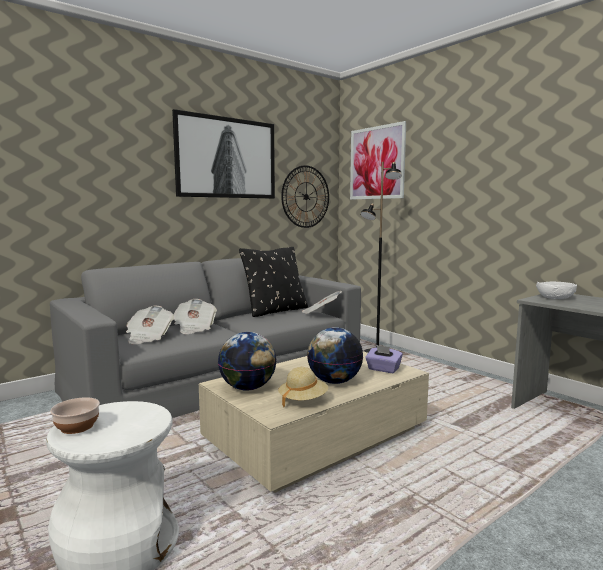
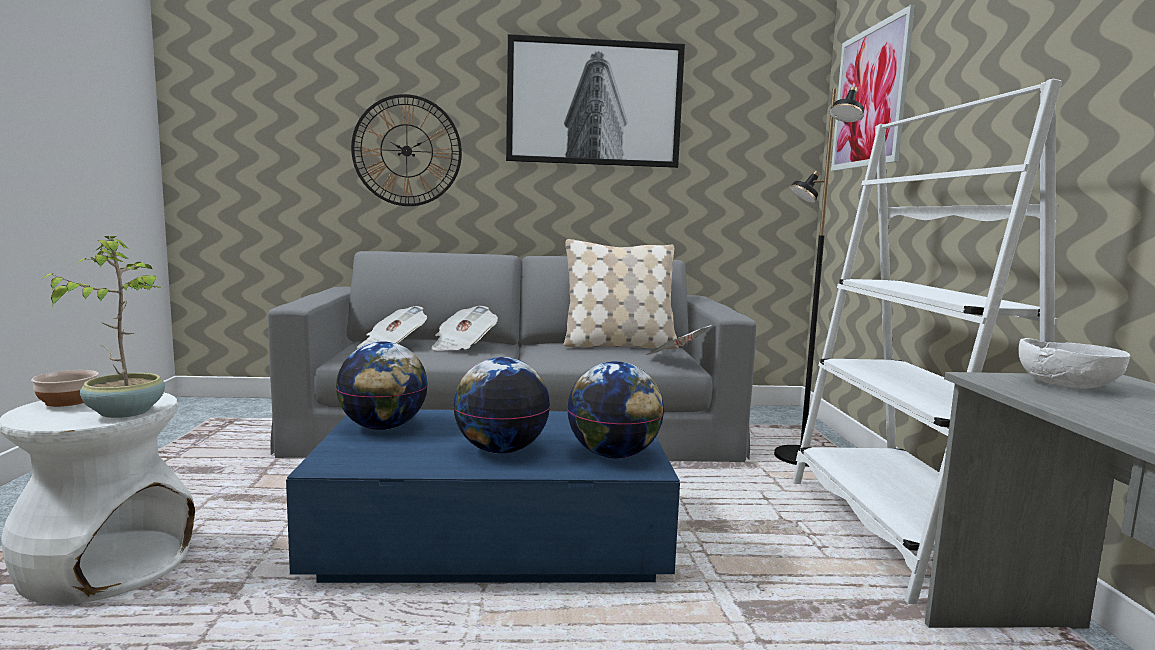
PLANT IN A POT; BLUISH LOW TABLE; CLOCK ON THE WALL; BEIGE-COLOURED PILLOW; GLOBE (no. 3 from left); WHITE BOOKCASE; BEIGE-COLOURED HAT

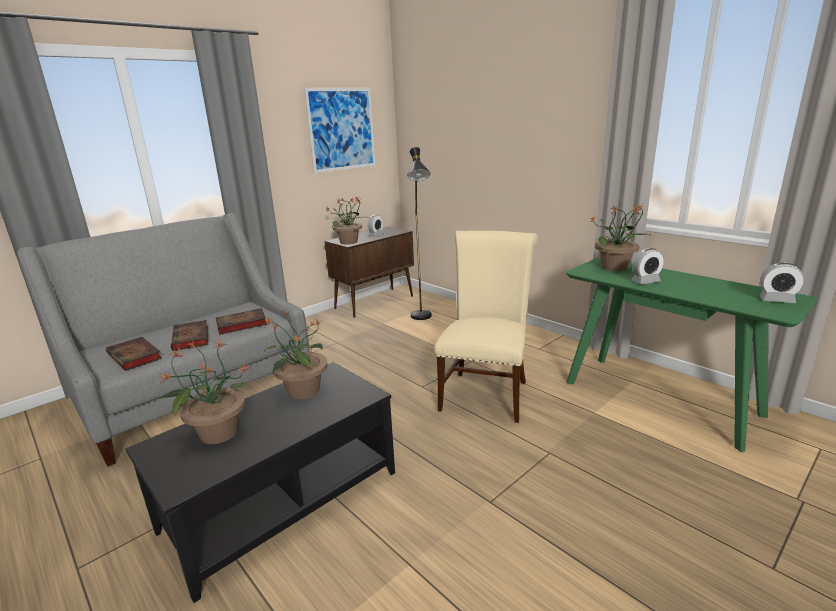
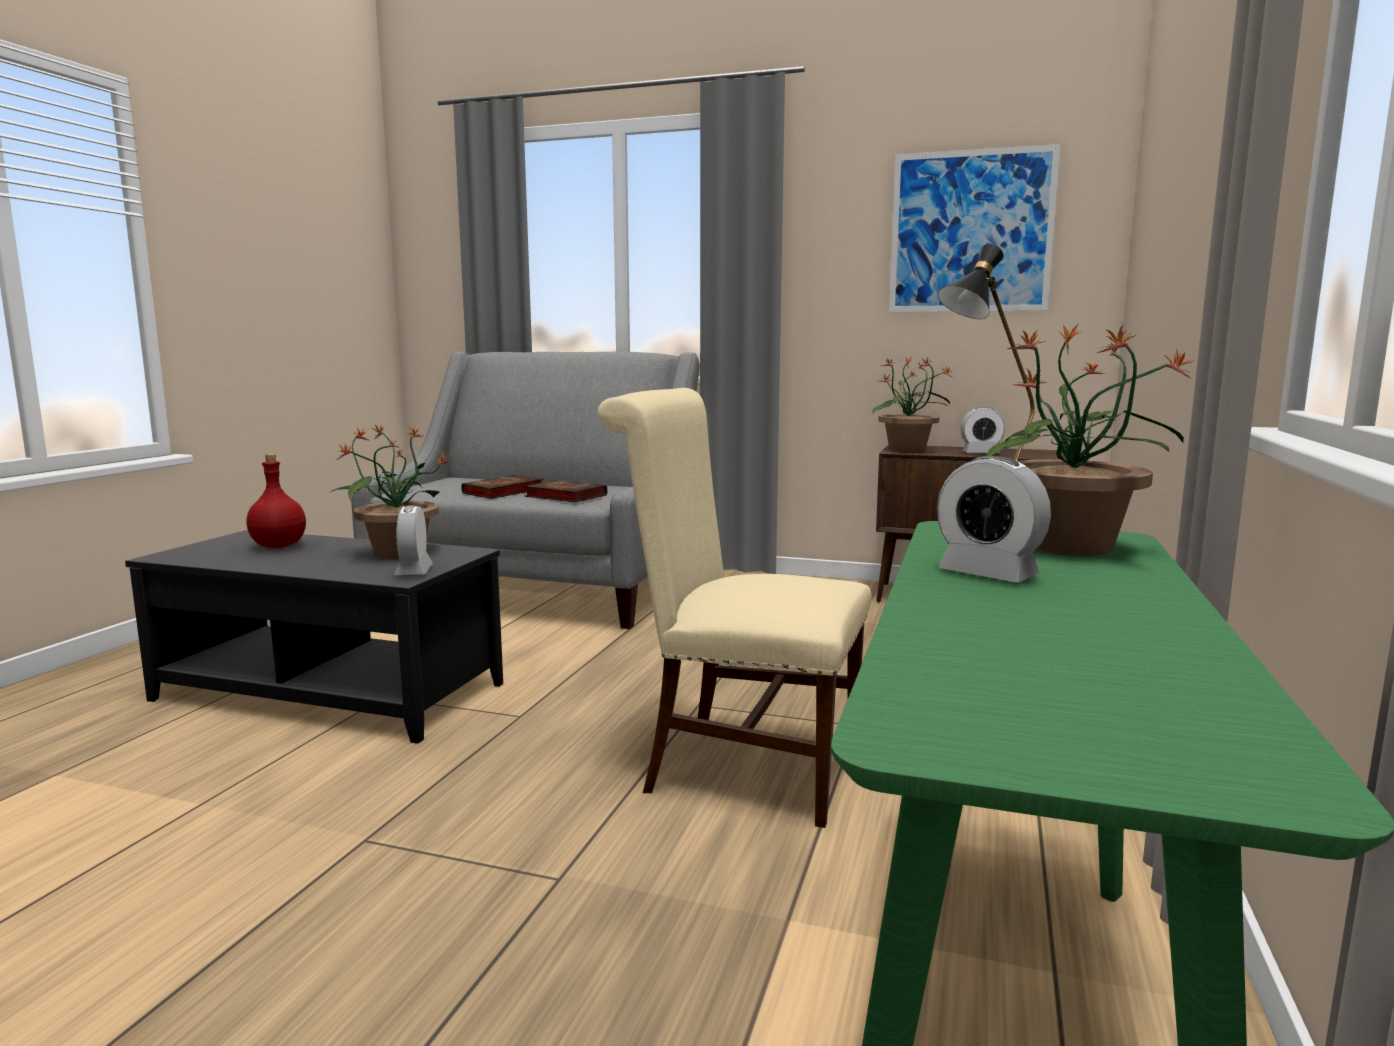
REDDISH BEVERAGE BOTTLE; BEDSIDE CLOCK (no. 1 from left); BEIGE-COLOURED UPRIGHT CHAIR; BOUND BOOK (no. 1 from left in the first image)

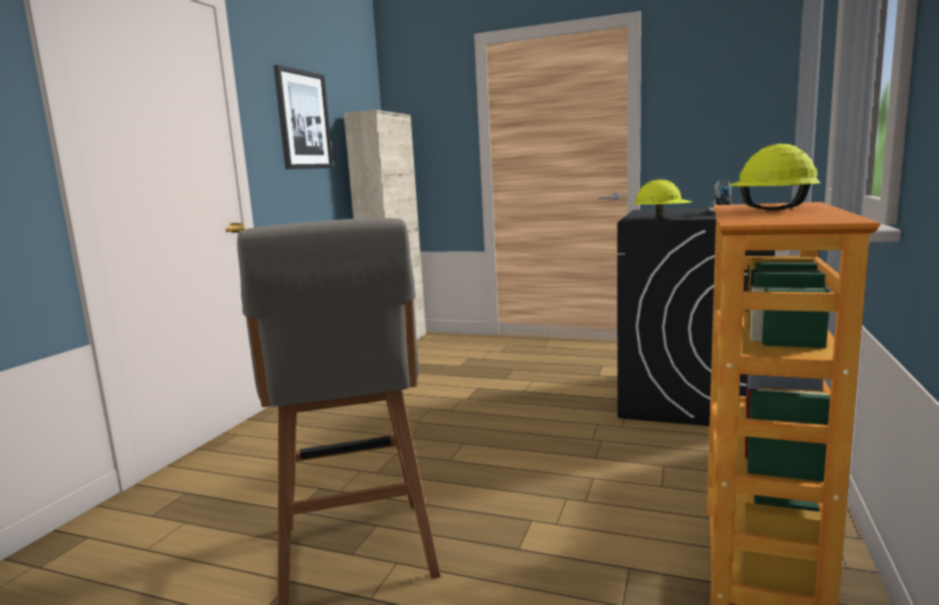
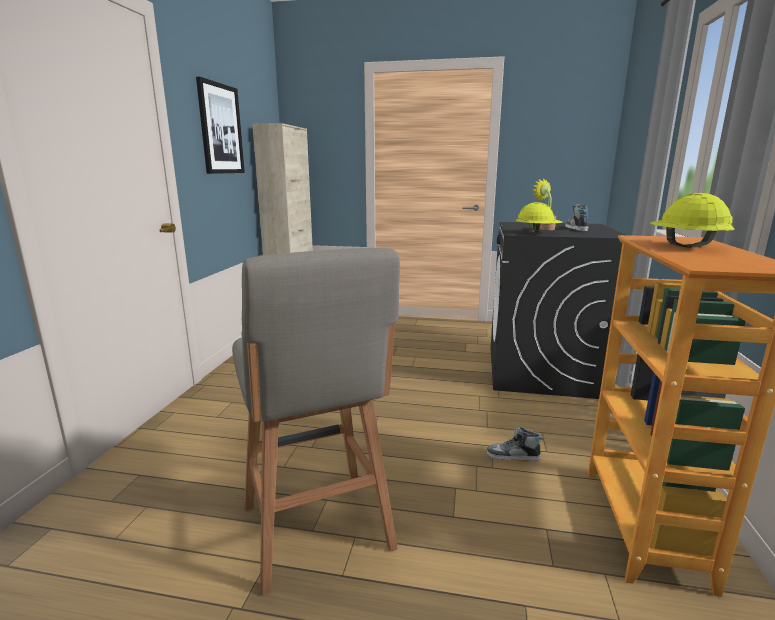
ITEM OF FOOTWEAR (no. 1 from left); PLANT IN A POT

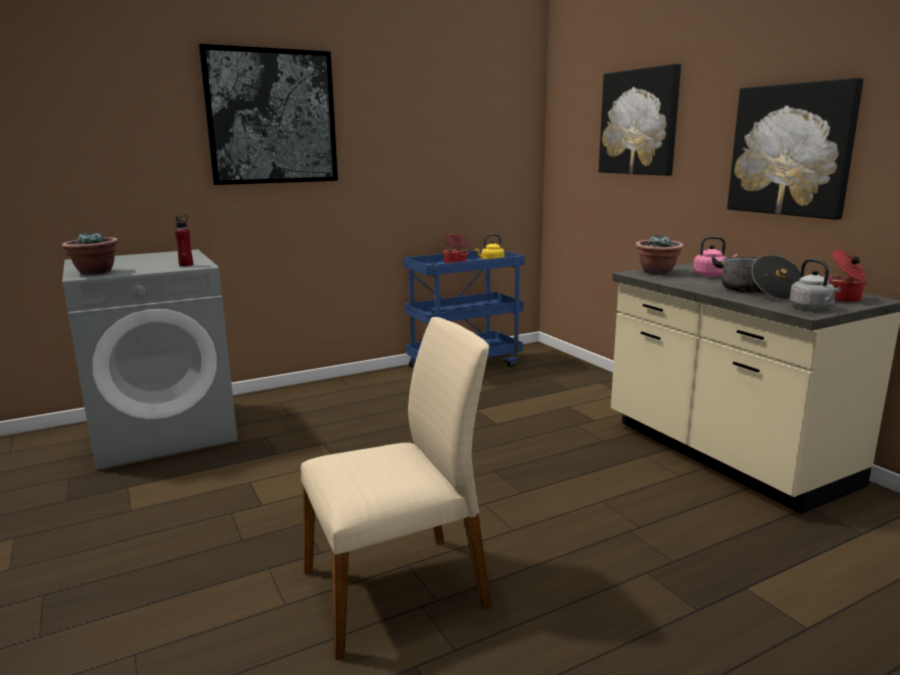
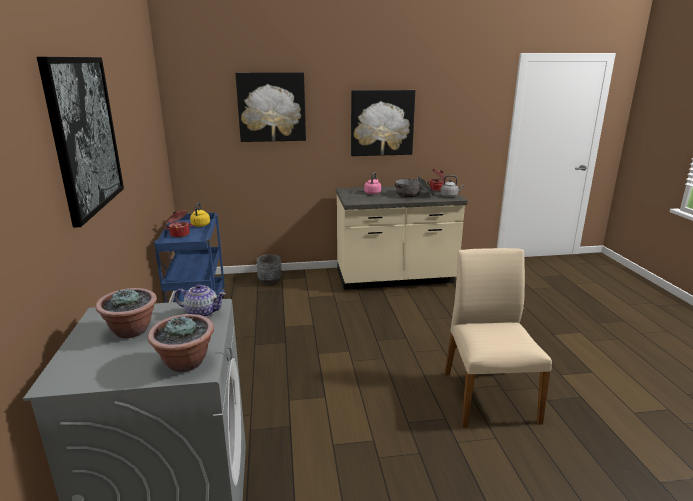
PLANT IN A POT (no. 1 from left); TEA POT; GRAY FLOWER POT

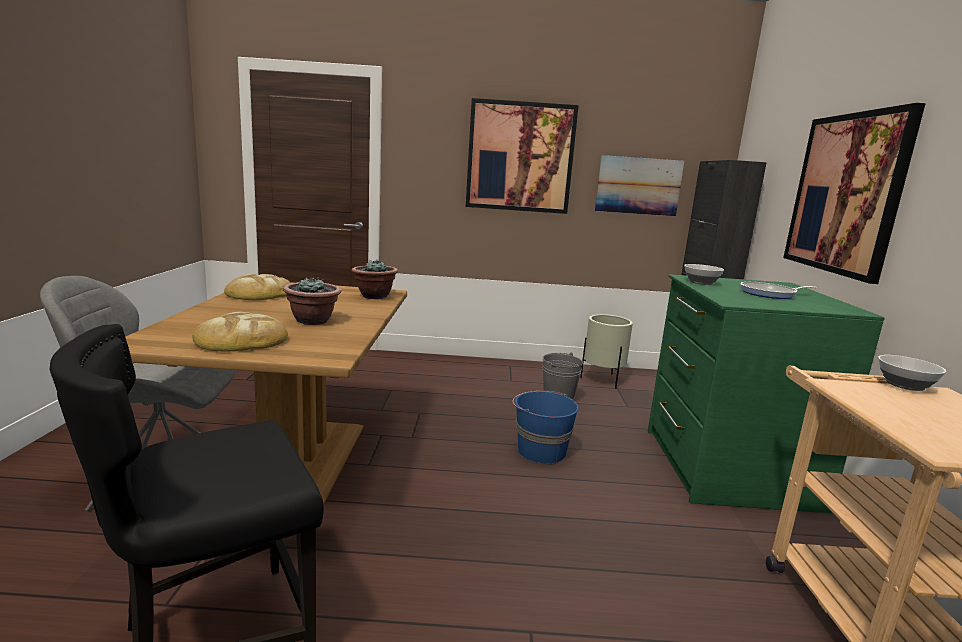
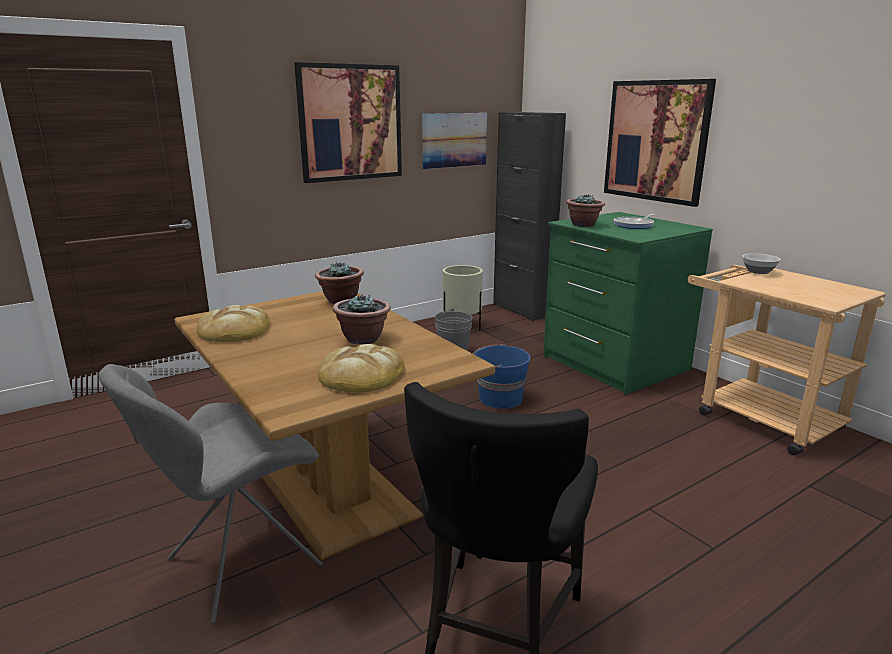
PLANT IN A POT (no. 3 from left)

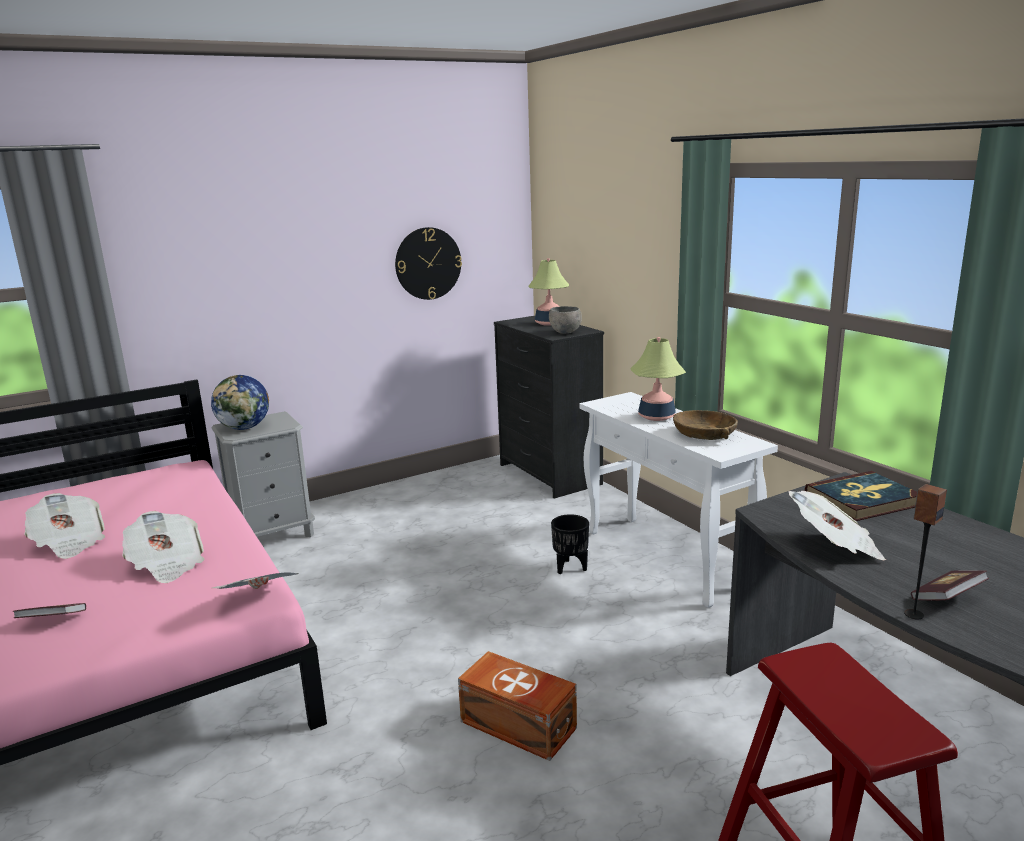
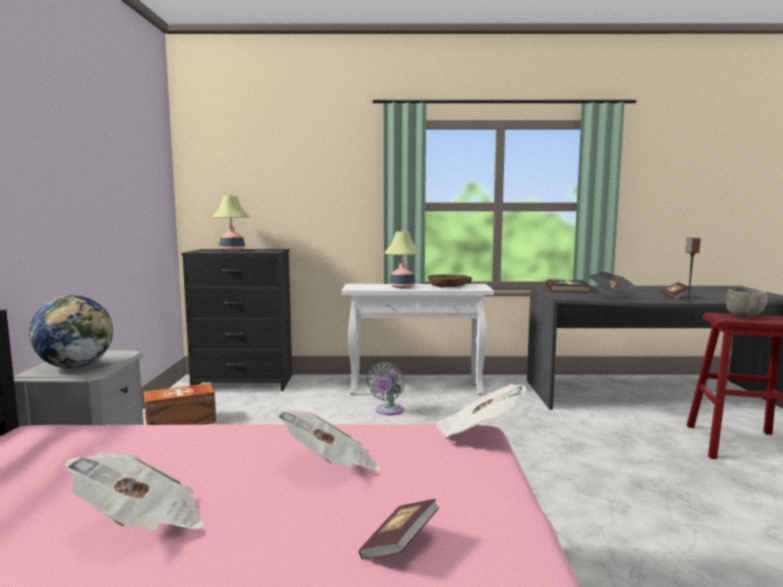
BROWN STORAGE BIN; GRAY COOLING FAN; GRAY SERVING BOWL; CLOCK ON THE WALL

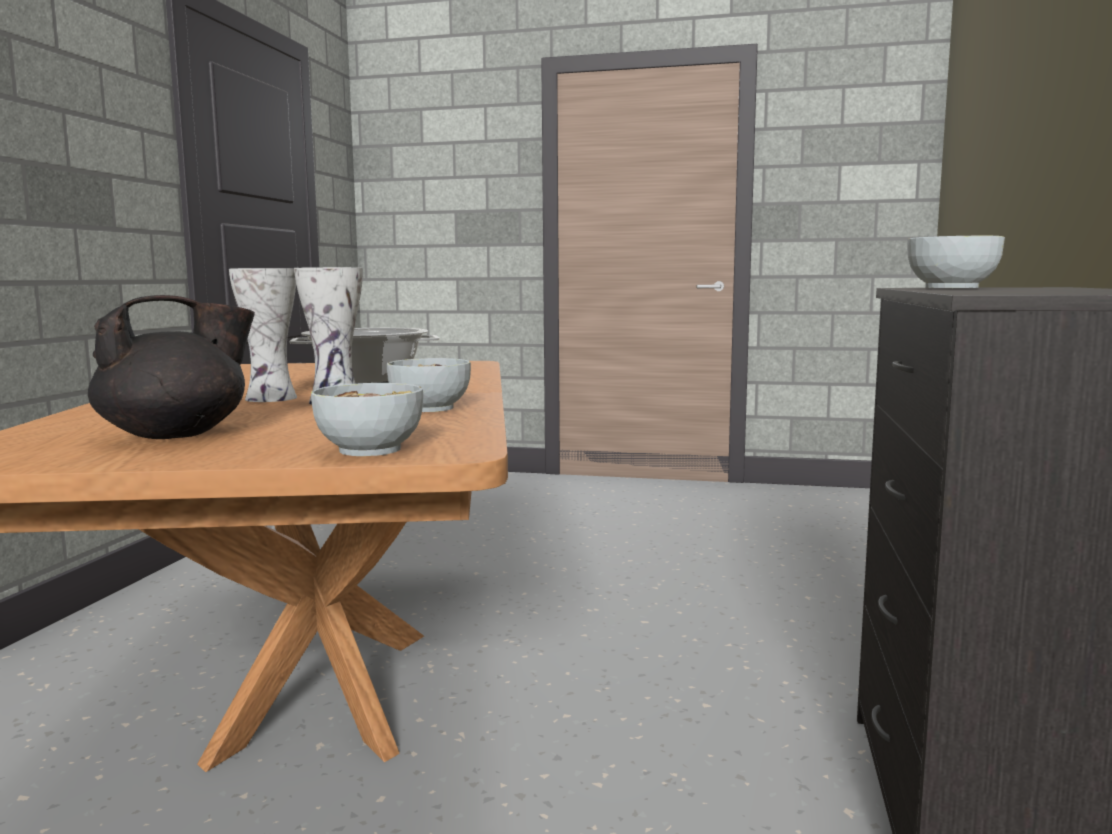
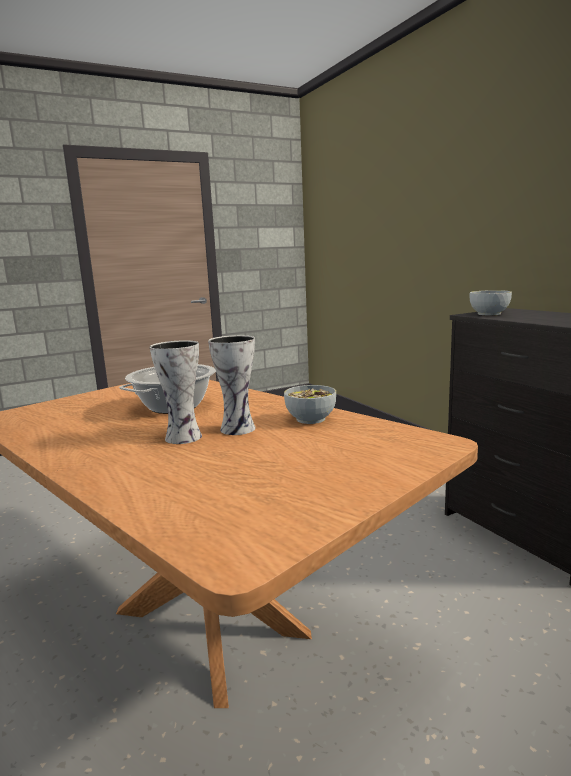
BLACK-COLOURED TEA POT; SERVING BOWL (no. 1 from left in the first image)

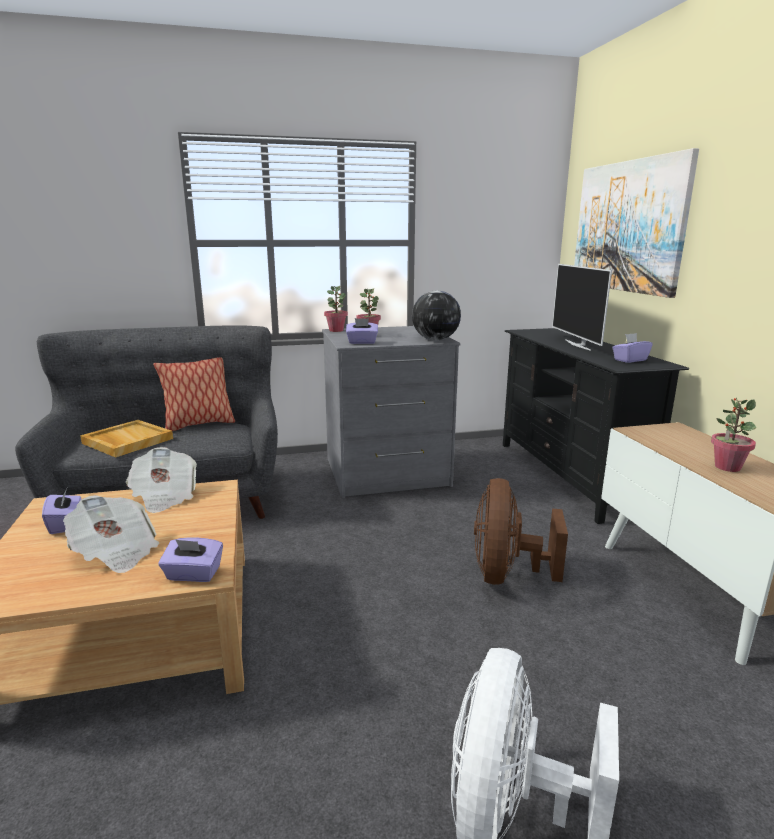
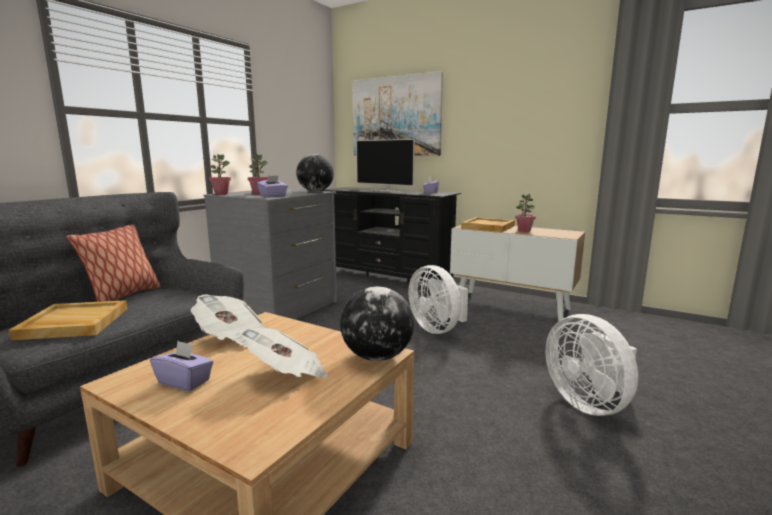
GLOBE (no. 2 from left); WHITE COOLING FAN (no. 1 from left); BEIGE-COLOURED TRAY (no. 2 from left)

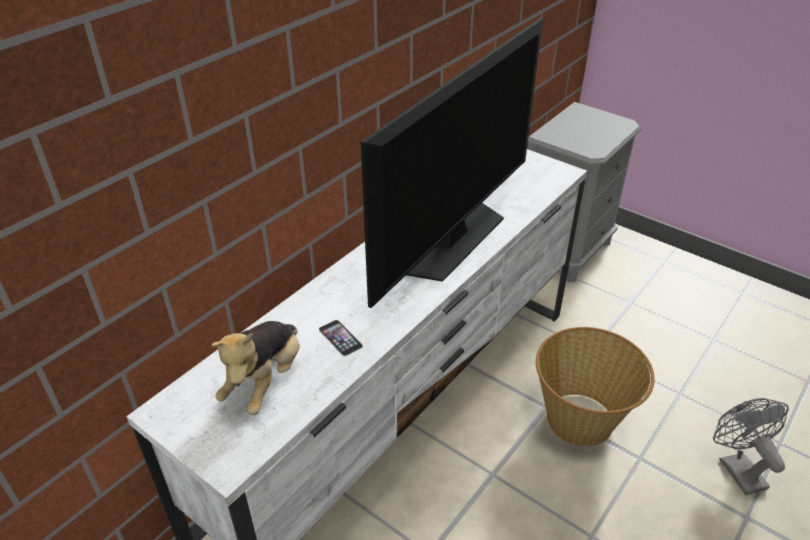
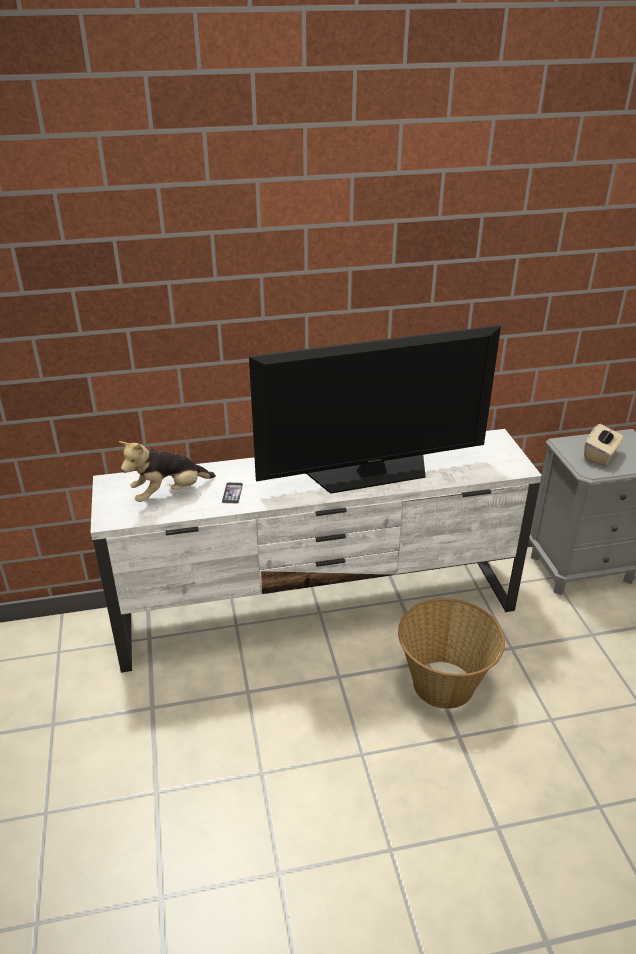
BEIGE-COLOURED TISSUE BOX; GRAY COOLING FAN

